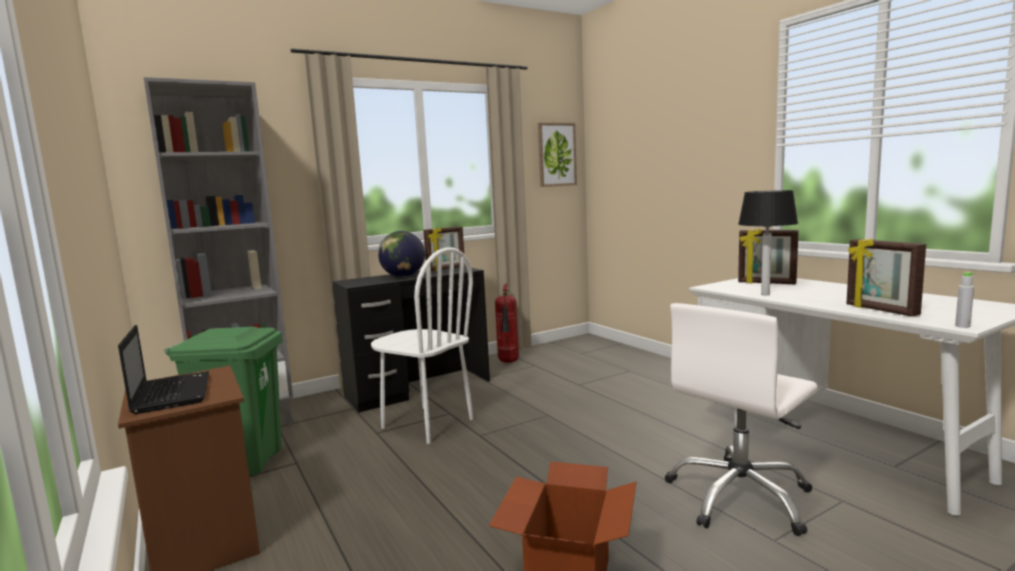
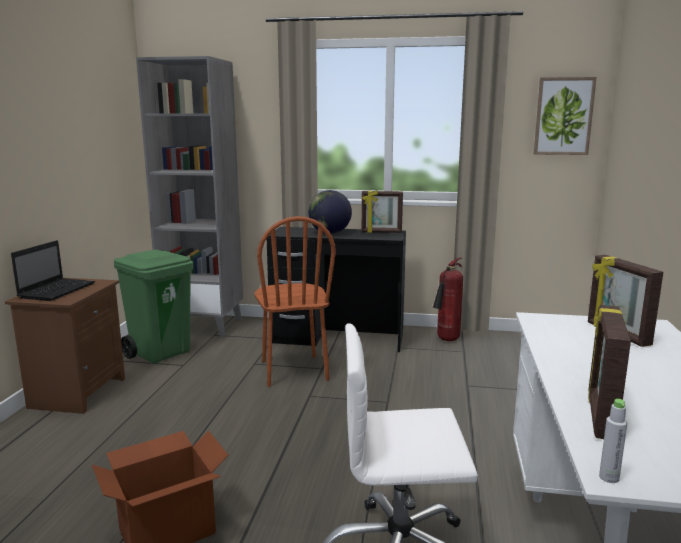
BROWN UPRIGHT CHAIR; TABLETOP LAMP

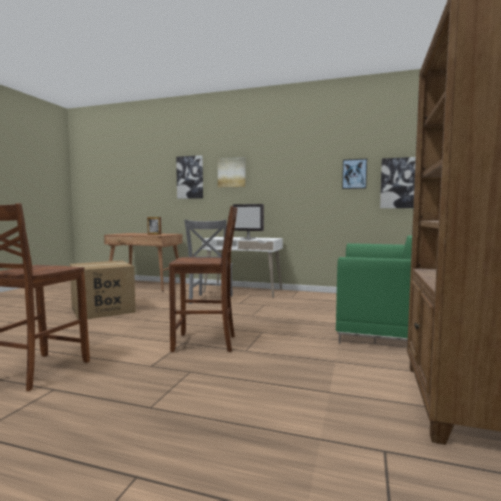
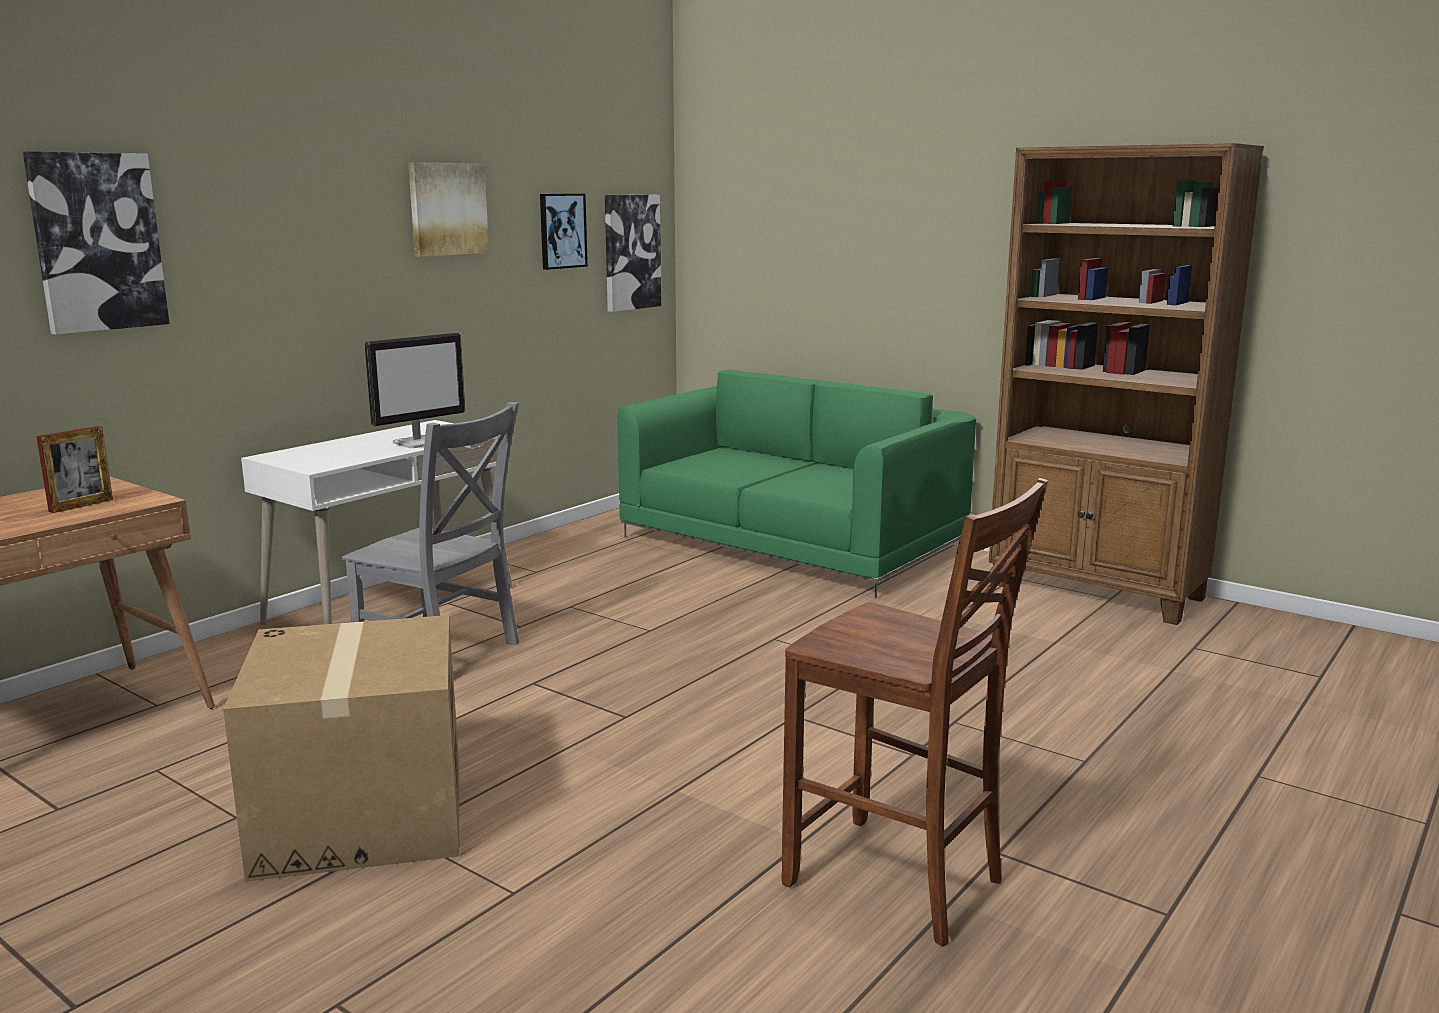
WALL PICTURE (no. 2 from left); BROWN UPRIGHT CHAIR (no. 2 from left in the first image)

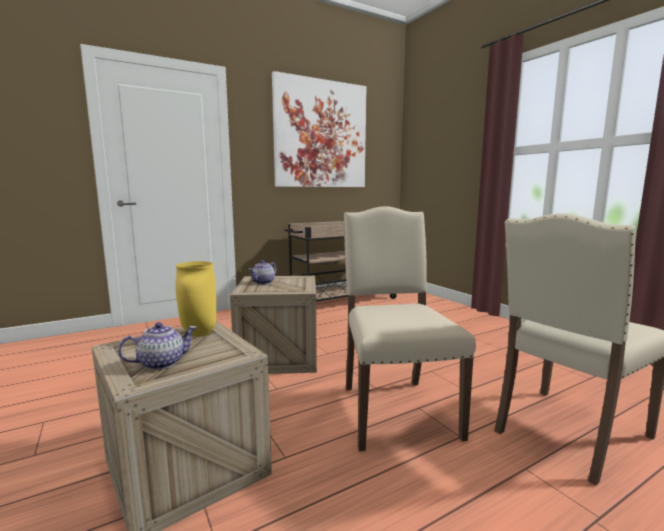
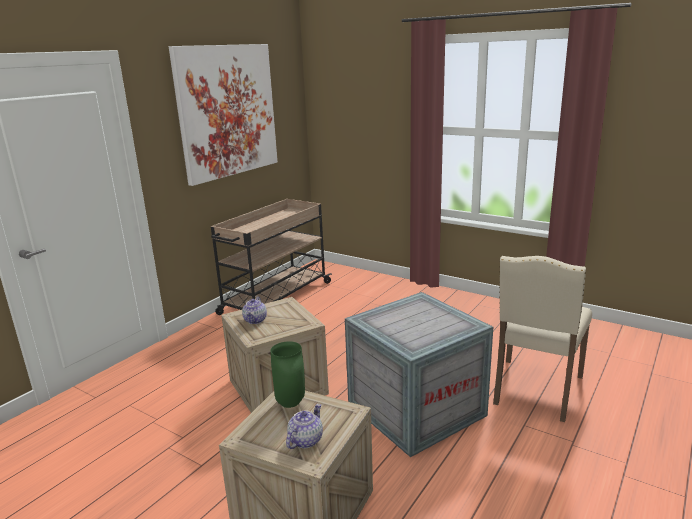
GREEN-COLOURED DECORATIVE VASE; PACKING CRATE (no. 3 from left)

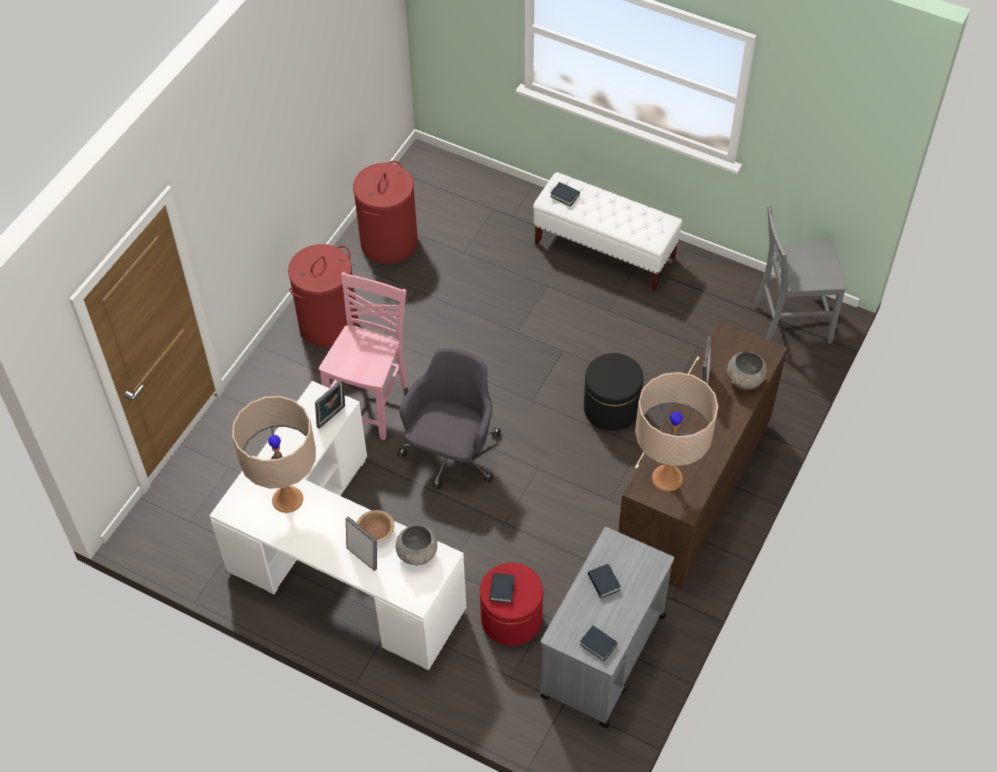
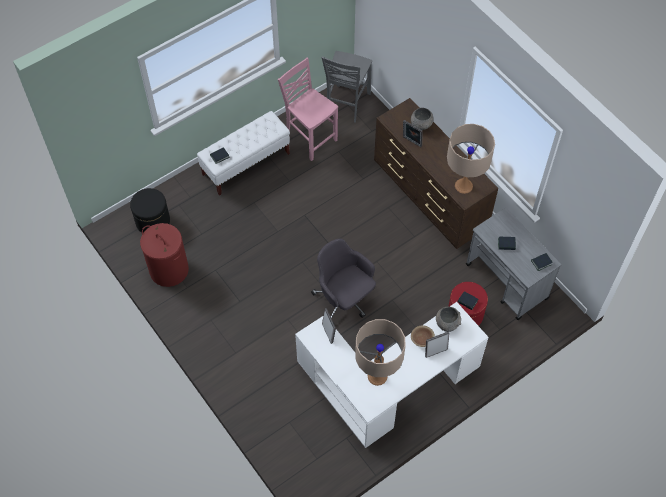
BLACK-COLOURED OTTOMAN; PINK-COLOURED UPRIGHT CHAIR; REDDISH HAMPER (no. 1 from left in the first image)

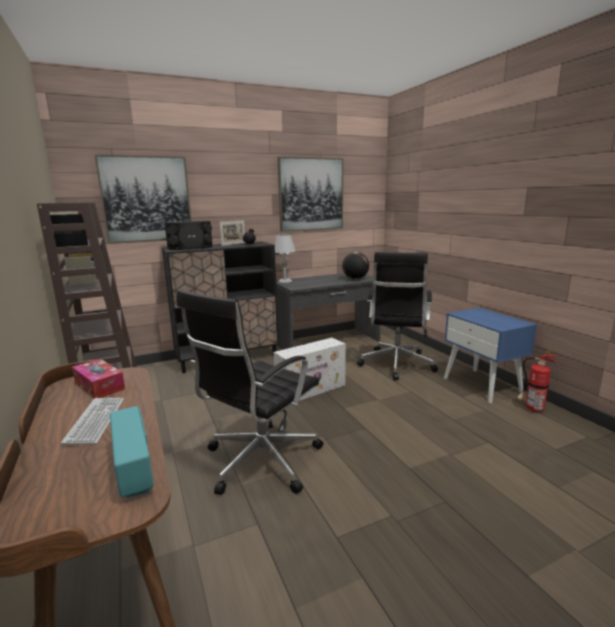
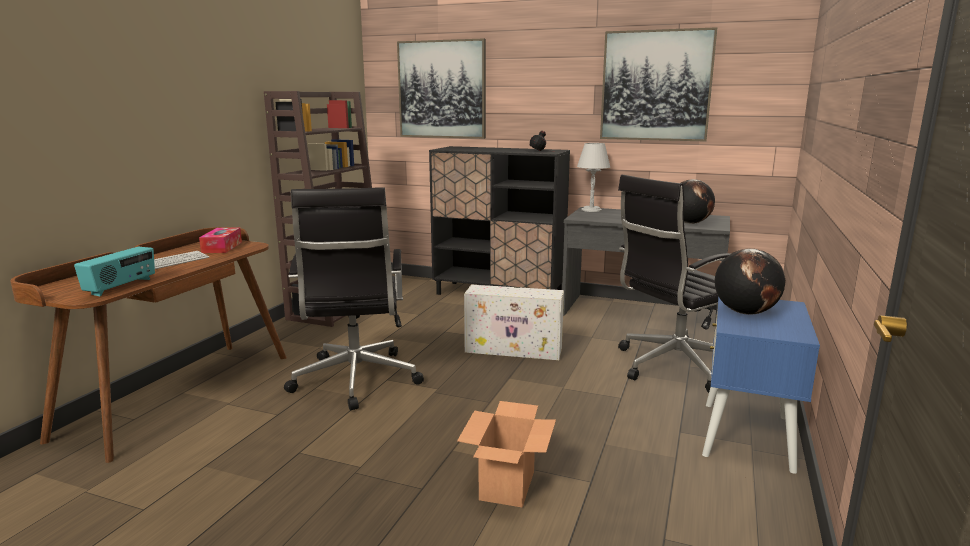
BLACK-COLOURED COMPUTER CHAIR (no. 1 from left); CARDBOARD BOX; GLOBE (no. 2 from left); BLACK-COLOURED LOUDSPEAKER; PHOTO FRAME; FIRE EXTINGUISHER

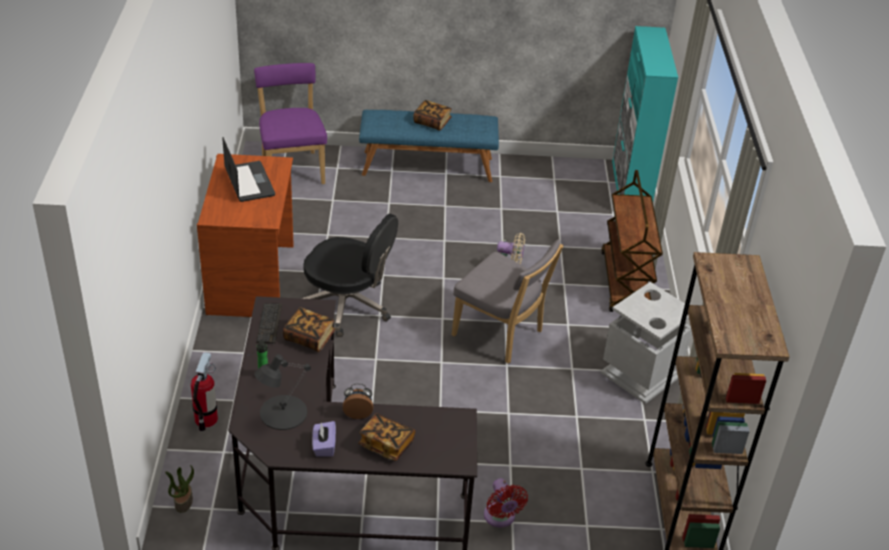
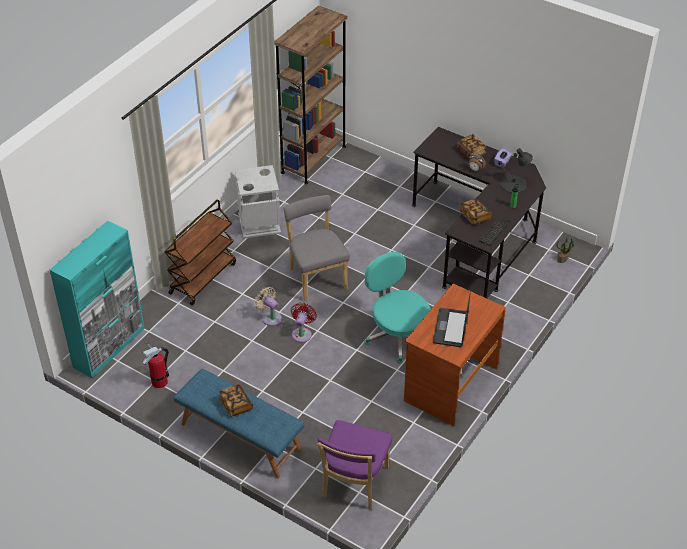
FIRE EXTINGUISHER; REDDISH COOLING FAN; TURQUOISE COMPUTER CHAIR

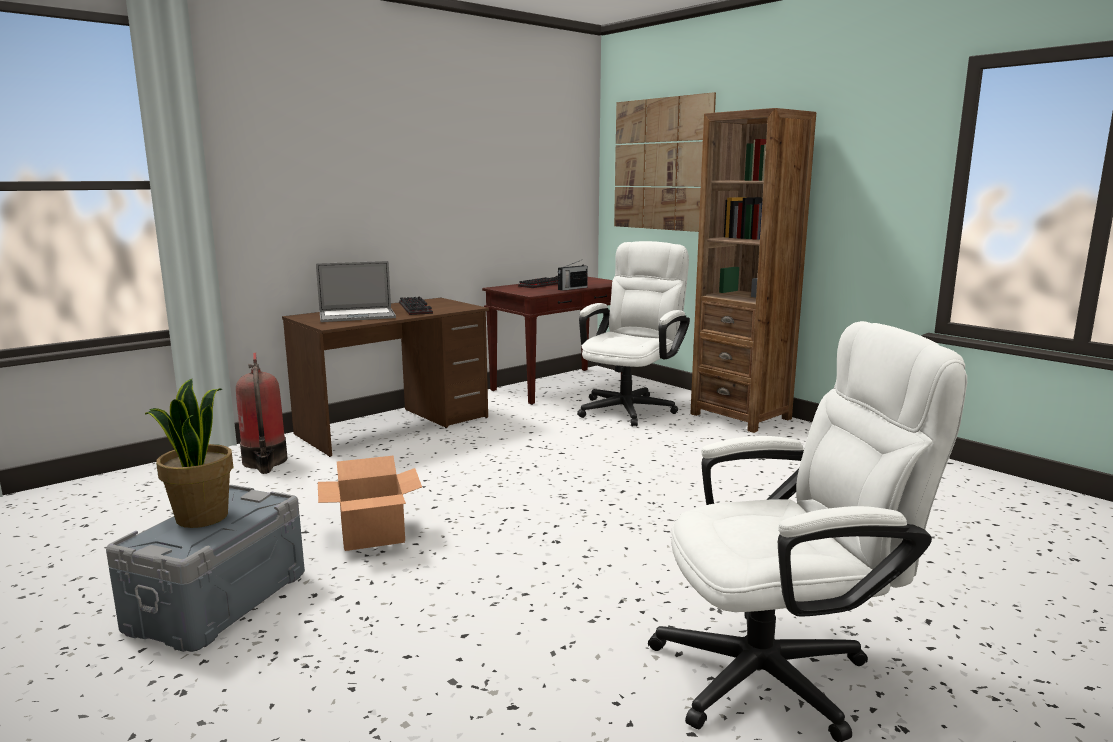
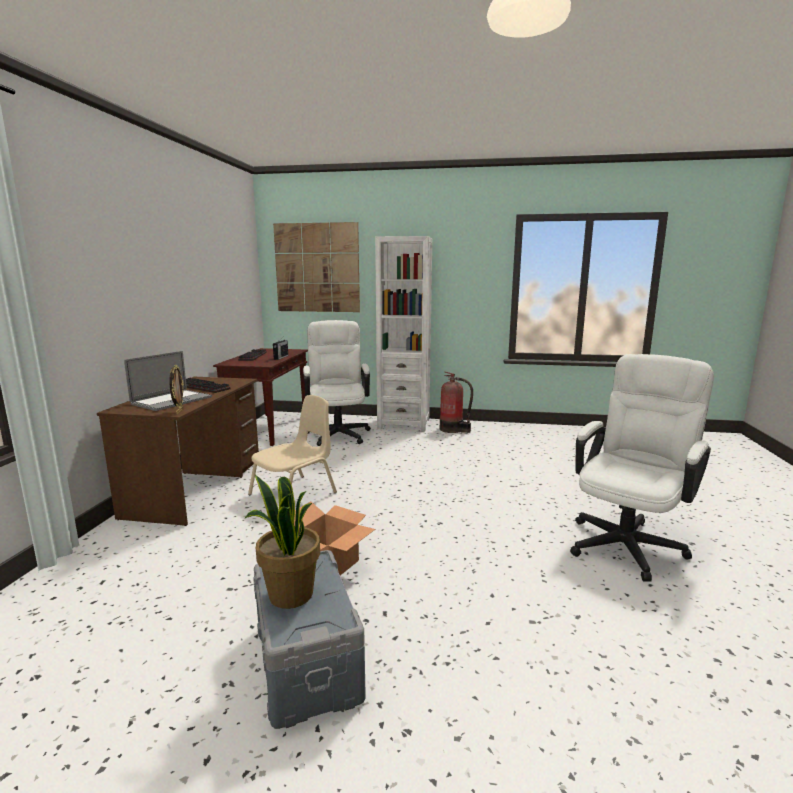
PHOTO FRAME; BEIGE-COLOURED UPRIGHT CHAIR; WHITE BOOKCASE; FIRE EXTINGUISHER

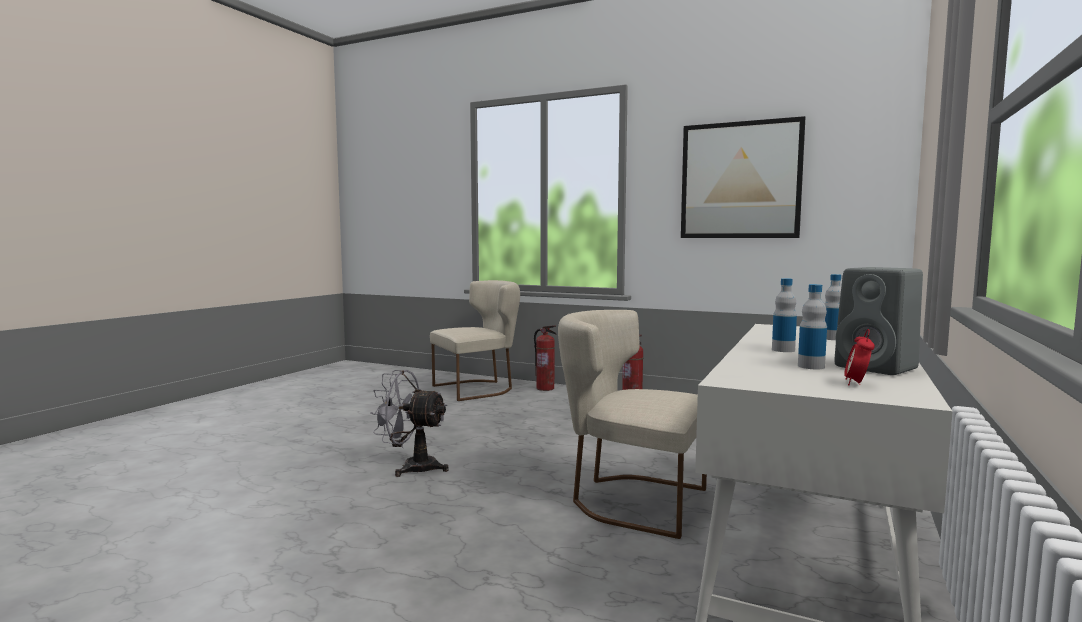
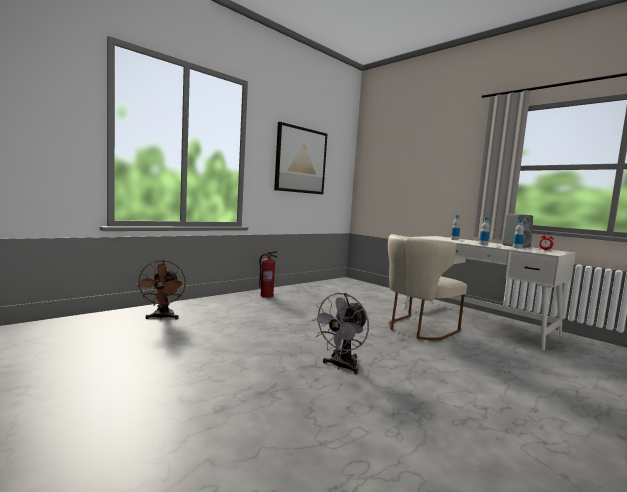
BROWN COOLING FAN; FIRE EXTINGUISHER (no. 1 from left in the first image)

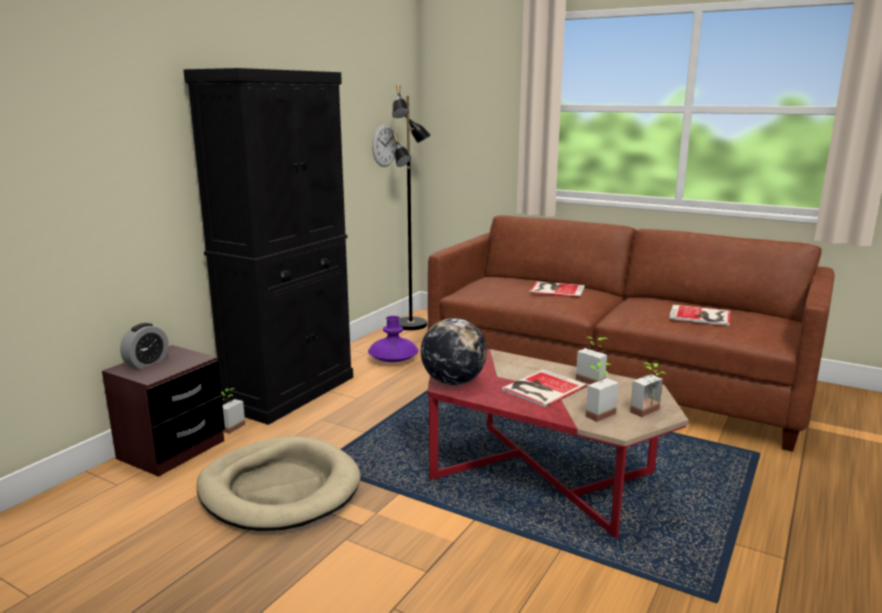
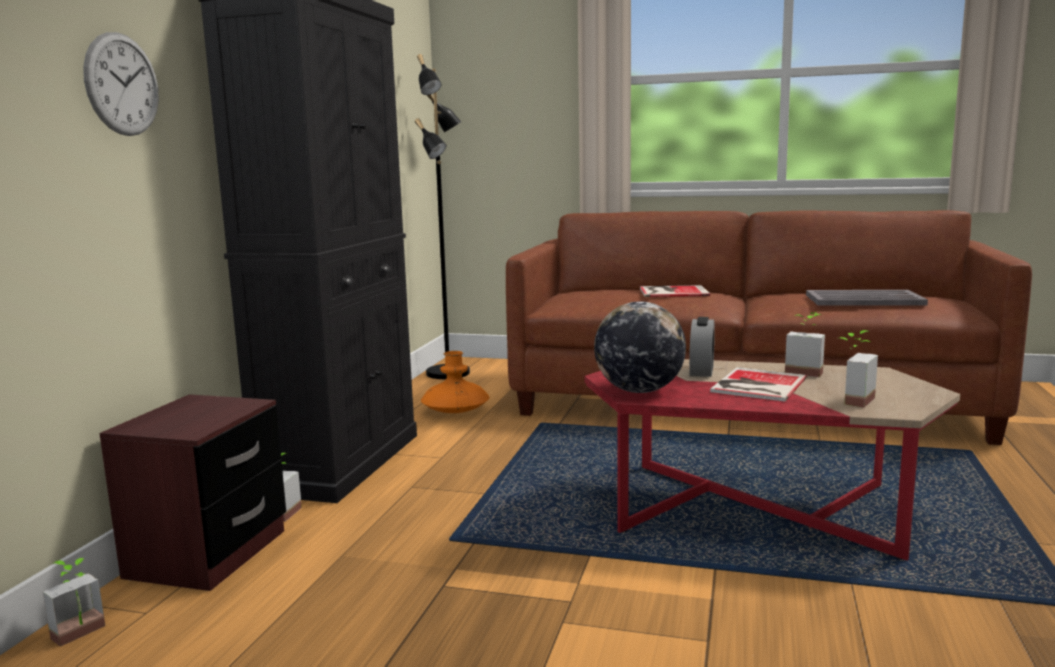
PLANT IN A POT (no. 1 from left); CLOCK ON THE WALL; ORANGE DECORATIVE VASE; BEDSIDE CLOCK; GRAY TRAY; BEIGE-COLOURED DOG BED

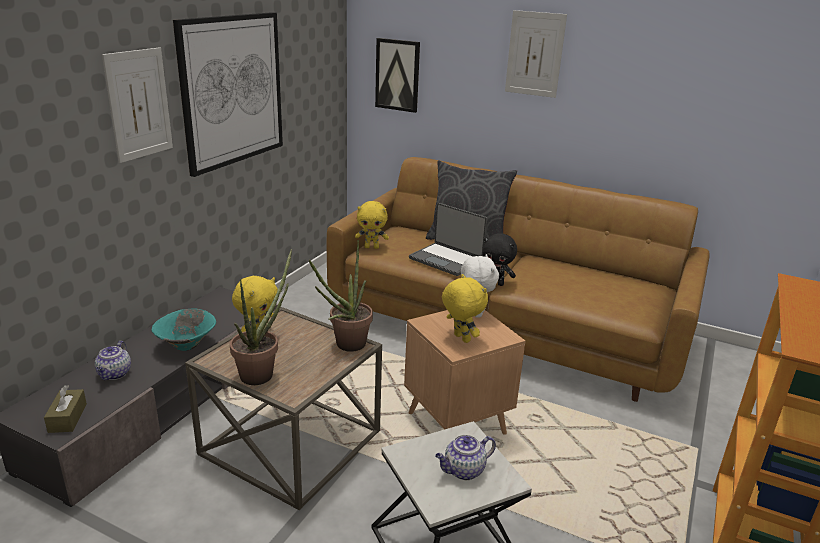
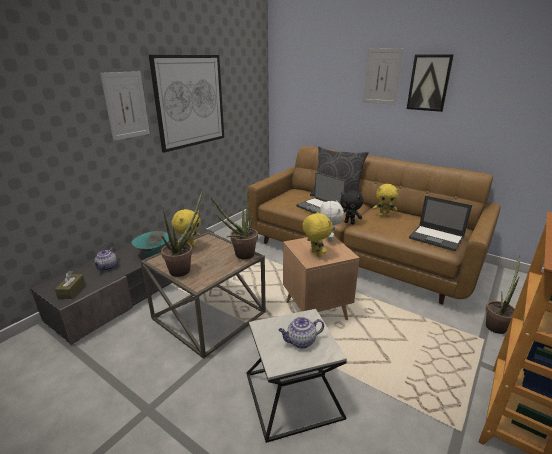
YELLOW-COLOURED PLUSH TOY (no. 3 from left); WALL PICTURE (no. 4 from left); LAPTOP (no. 2 from left); PLANT IN A POT (no. 3 from left)

